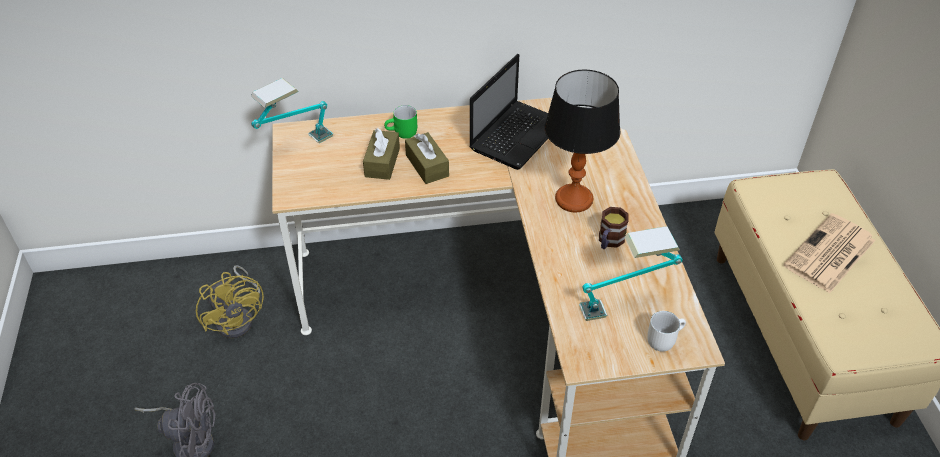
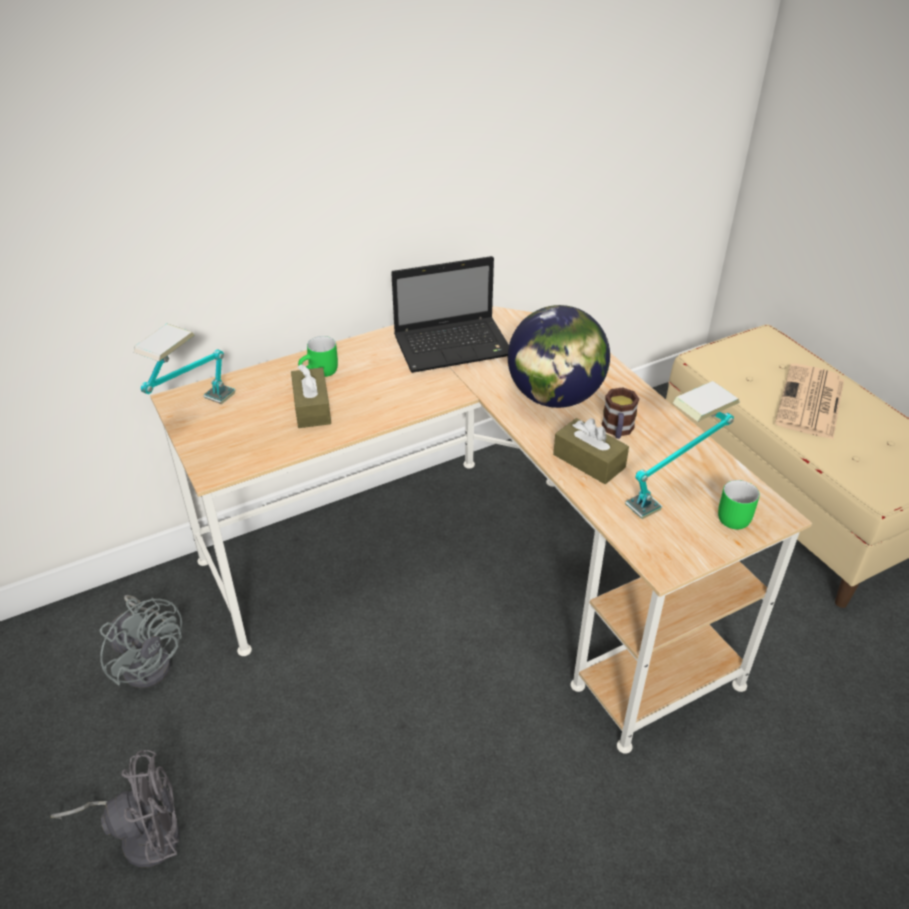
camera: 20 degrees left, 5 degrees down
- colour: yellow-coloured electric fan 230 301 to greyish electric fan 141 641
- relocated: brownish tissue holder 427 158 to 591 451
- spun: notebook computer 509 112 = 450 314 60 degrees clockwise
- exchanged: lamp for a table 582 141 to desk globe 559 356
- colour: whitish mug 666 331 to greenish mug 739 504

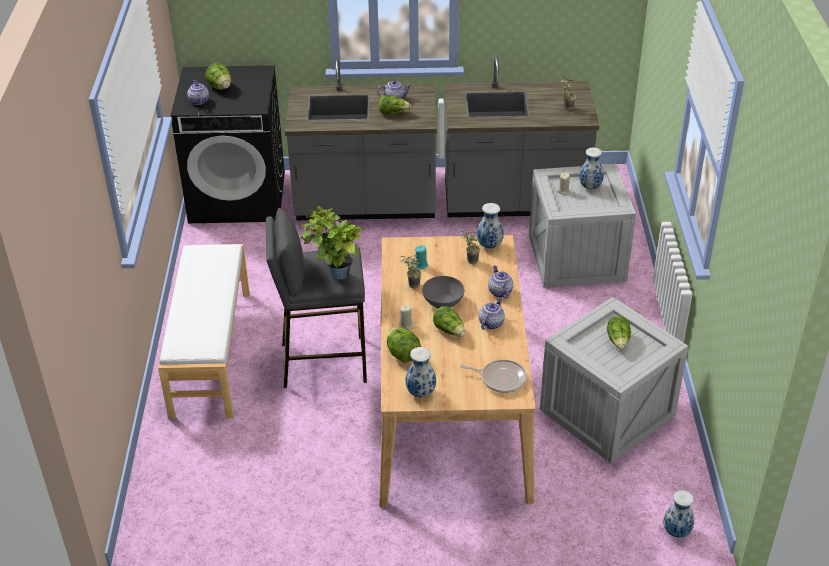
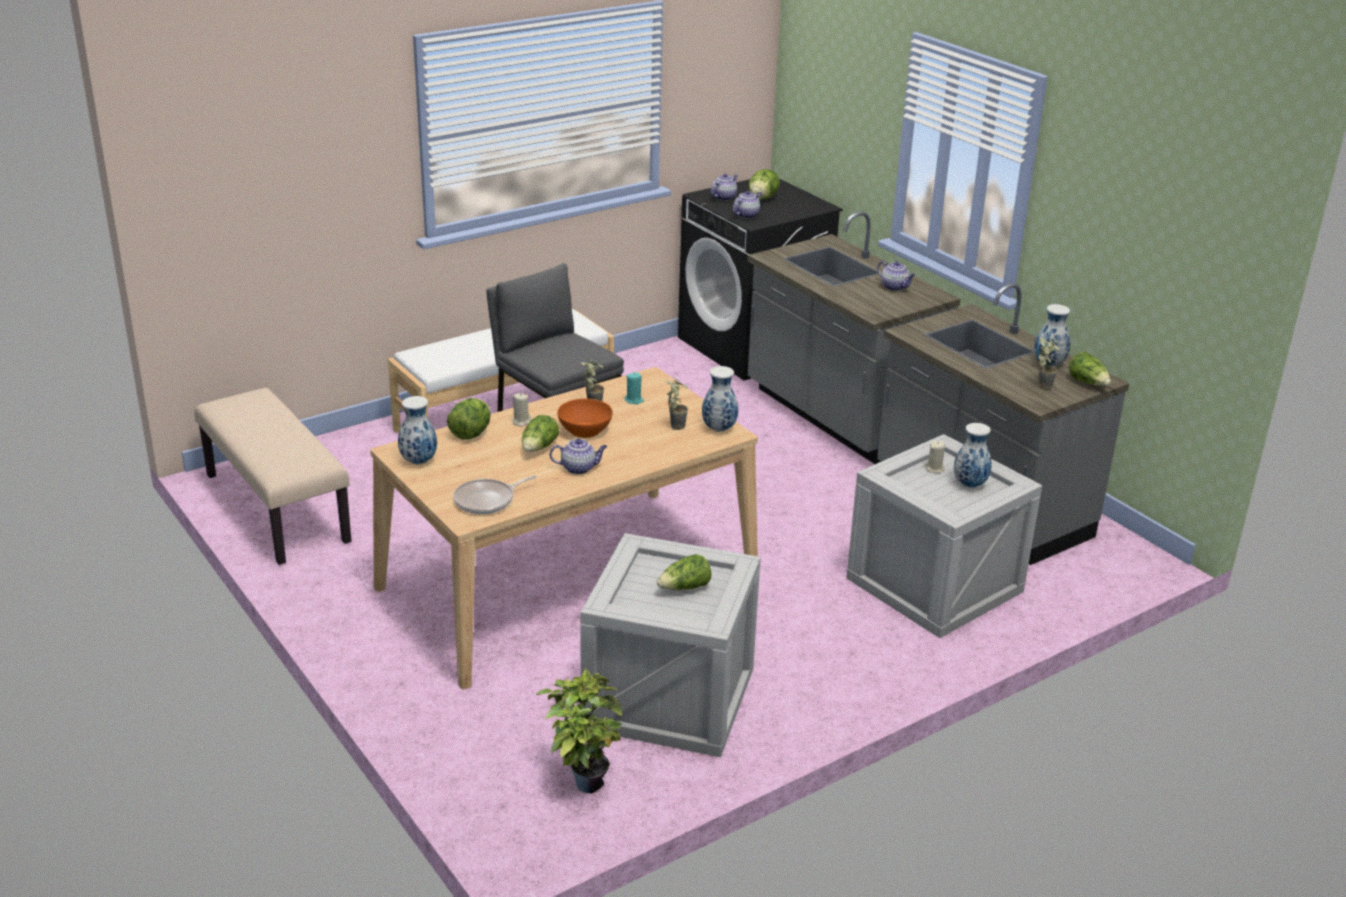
camera: 55 degrees right, 10 degrees down
- relocated: potted plant 331 243 to 579 730
- relocated: lettuce 395 104 to 1090 369
- colour: greyish deep dish 443 292 to orangey deep dish 585 418
- spun: pan 493 376 = 495 494 75 degrees clockwise
- relocated: pot for tea 501 282 to 747 205
- relocated: vase 678 514 to 1052 335
- appeared: beige bench 272 476

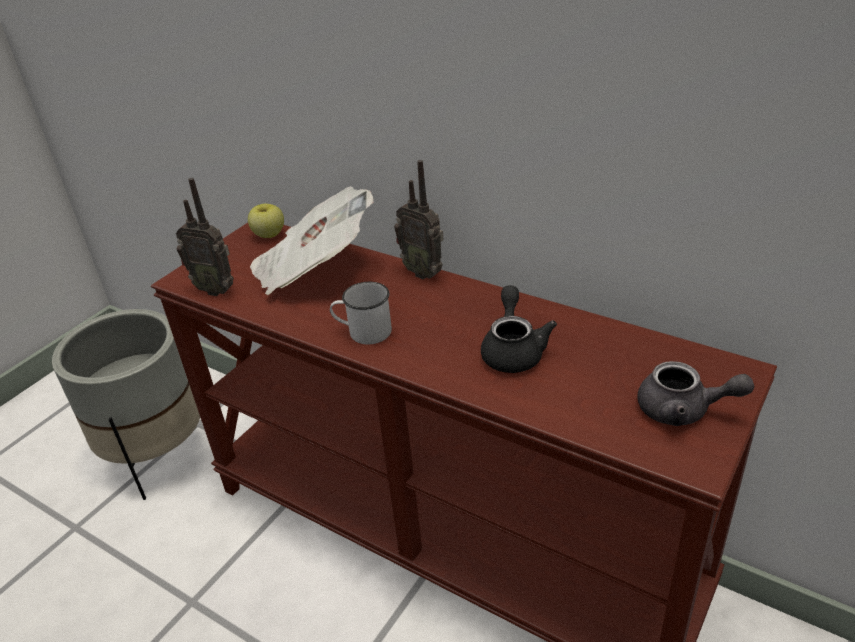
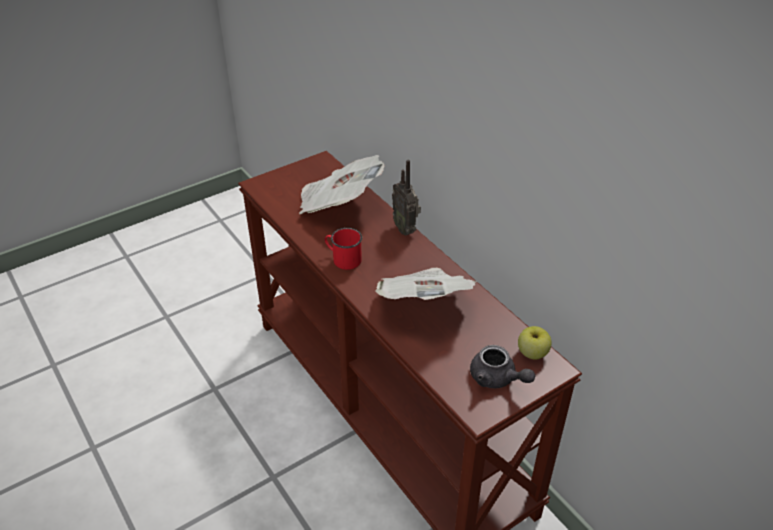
camera: 20 degrees right, 5 degrees up
- missing: greyish plant pot 126 404
- missing: radio receiver 205 237
- relocated: apple 266 221 to 535 343
- colour: whitish mug 361 313 to reddish mug 343 249
- exchanged: black-coloured pot for tea 519 329 to daily paper 425 284

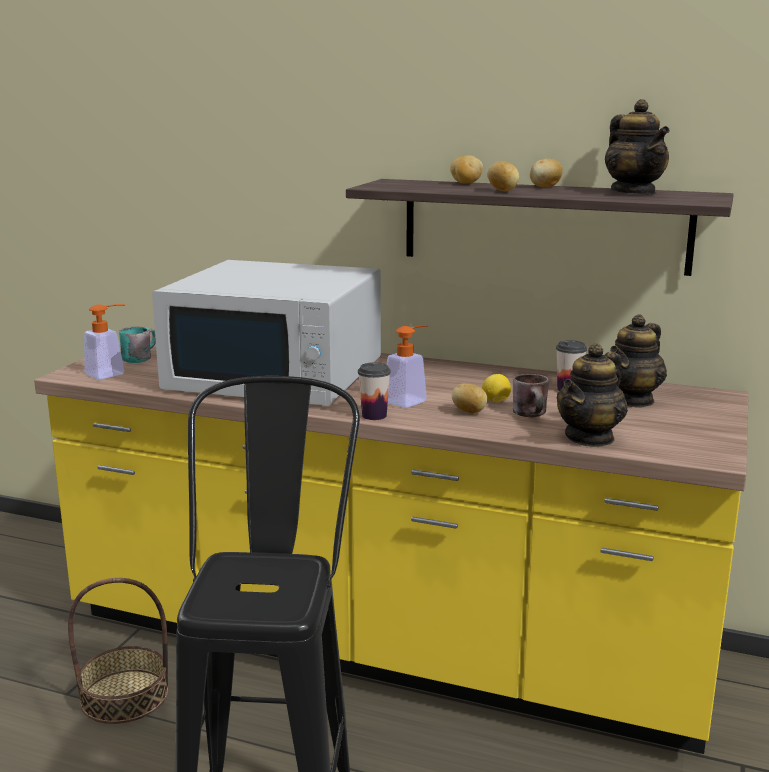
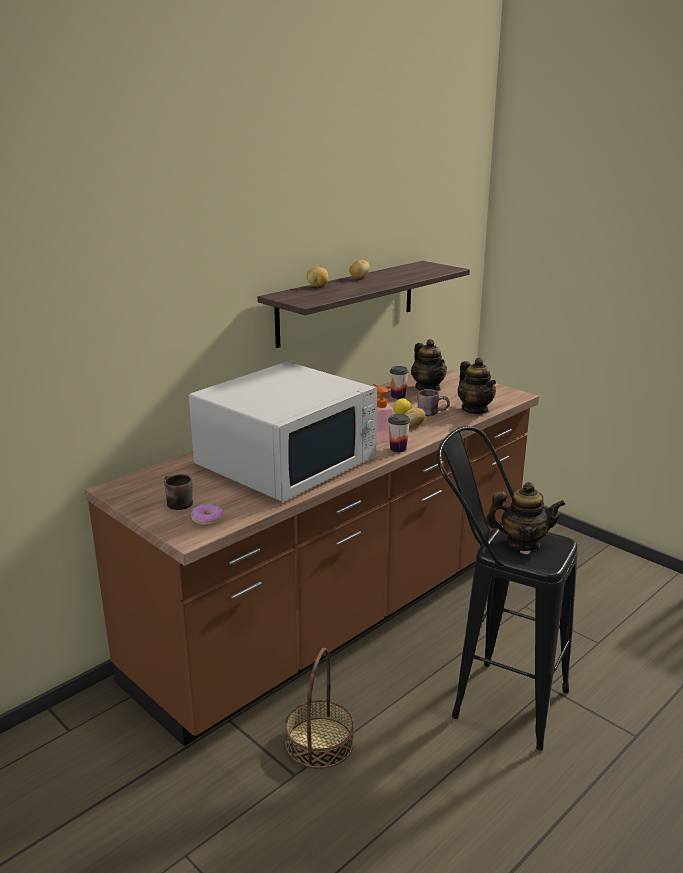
camera: 65 degrees left, 5 degrees up
- colour: yellow-coloured counter 391 541 to brownish counter 311 557
- exchanged: soap bottle 104 342 to doughnut 207 514
- colour: blue-green mug 137 345 to brownish mug 178 492
- missing: spud 503 176
- relocated: pot for tea 637 147 to 526 516

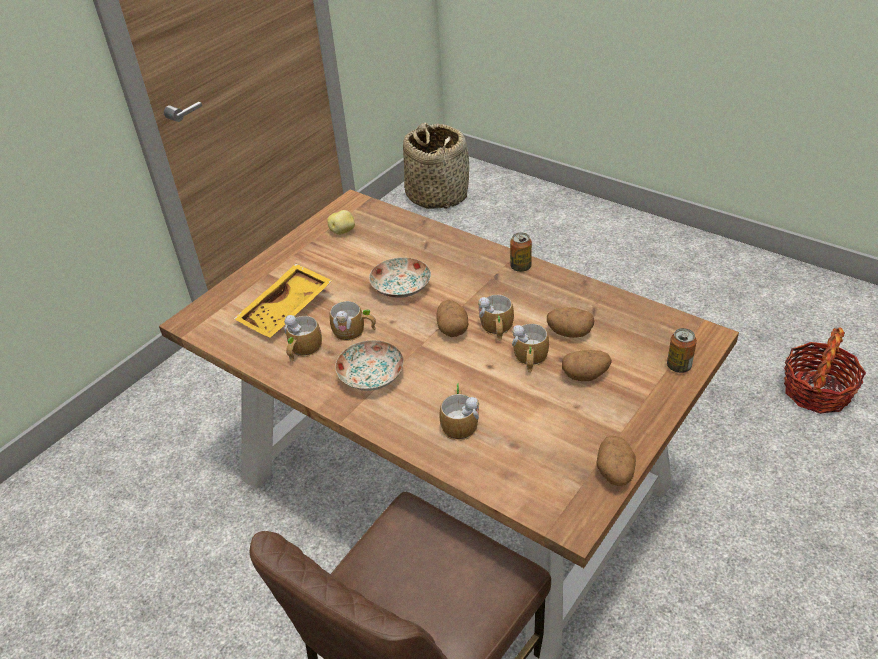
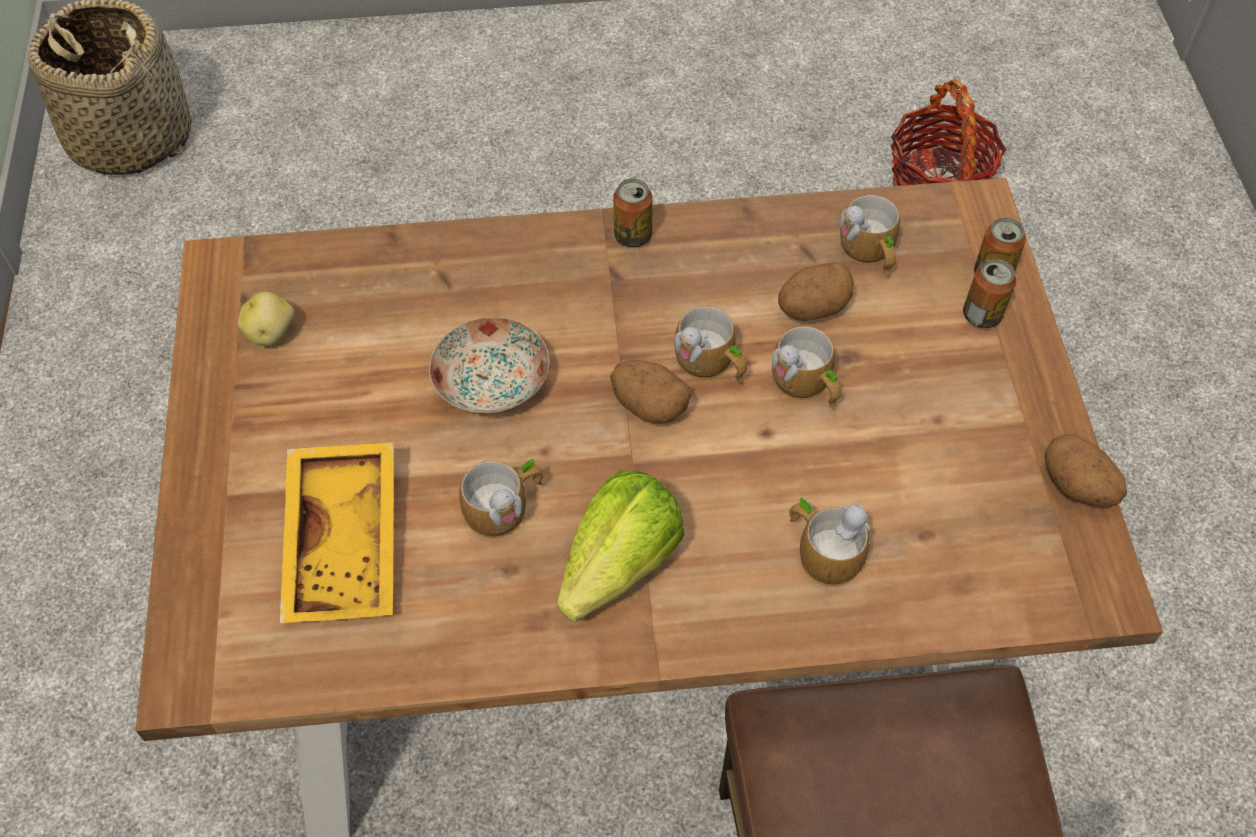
camera: 45 degrees left, 15 degrees up
- relocated: mug 303 338 to 870 235
- exchanged: flat dish 369 365 to lettuce 620 546
- missing: spud 587 365
- appeared: can 989 293

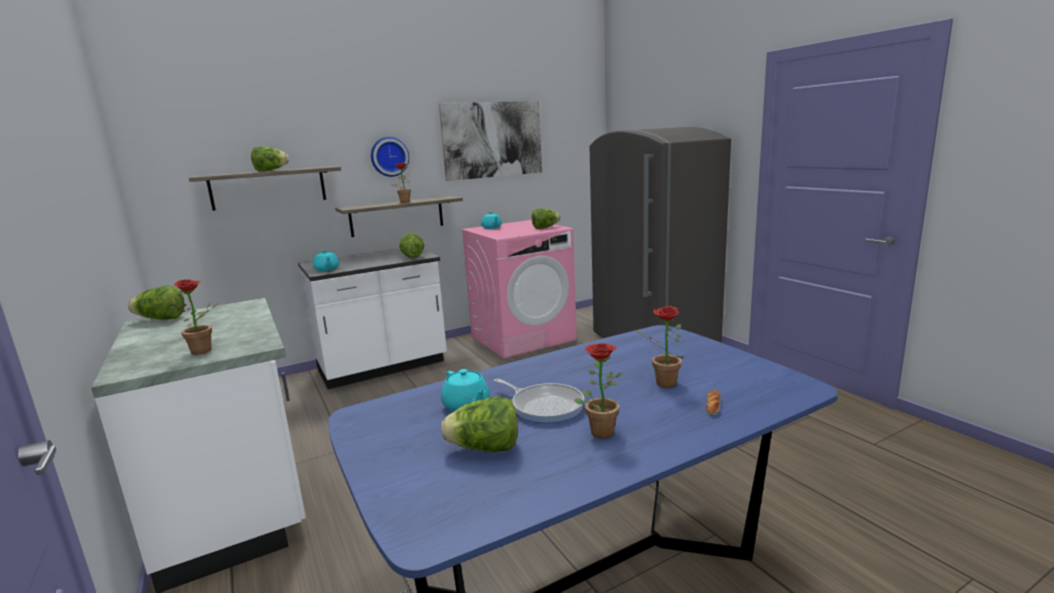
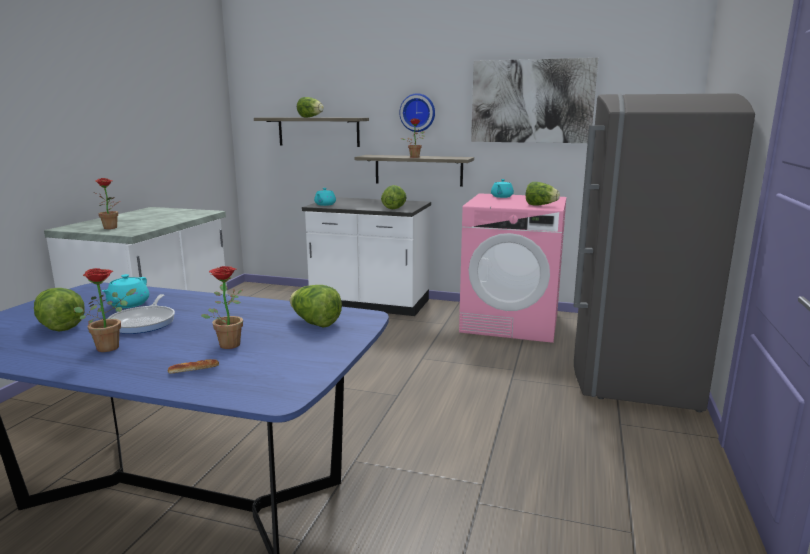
camera: 45 degrees right, 0 degrees up
- relocated: lettuce 156 303 to 316 306

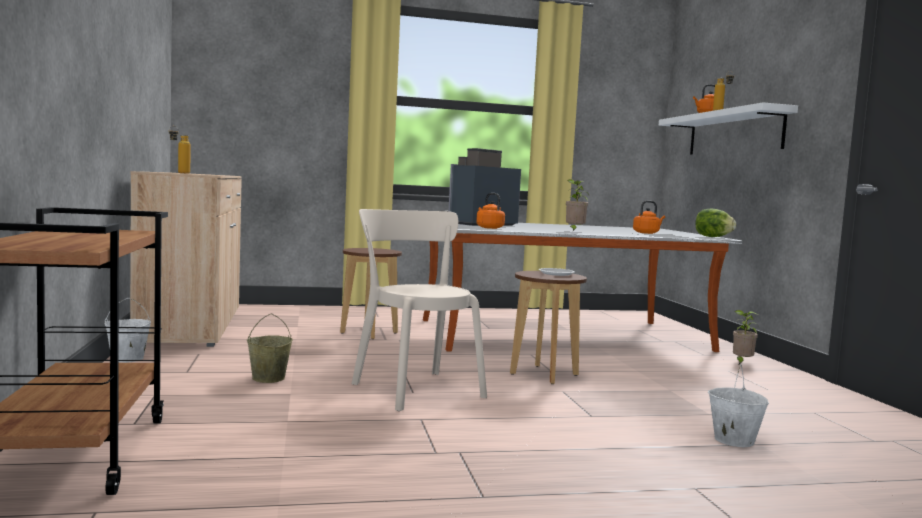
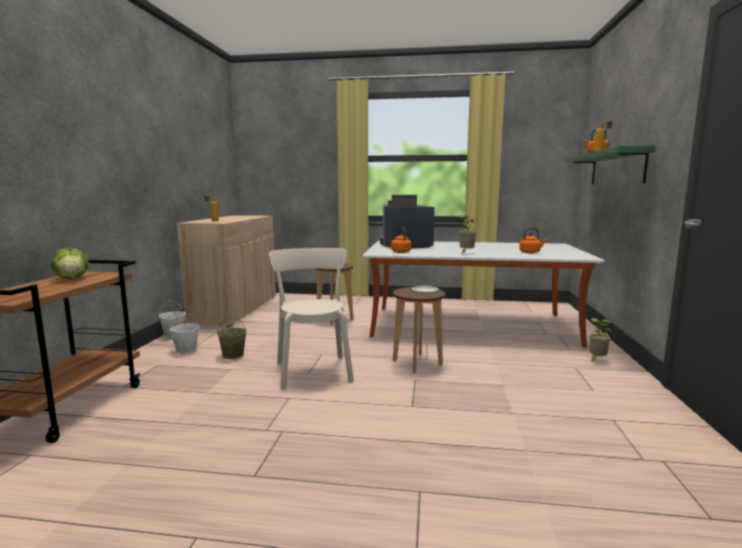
camera: 20 degrees right, 5 degrees up
- colour: whitish bracket shelf 728 128 to greenish bracket shelf 611 165
- relocated: lettuce 716 223 to 70 263
- relocated: whitish bucket 738 405 to 184 332

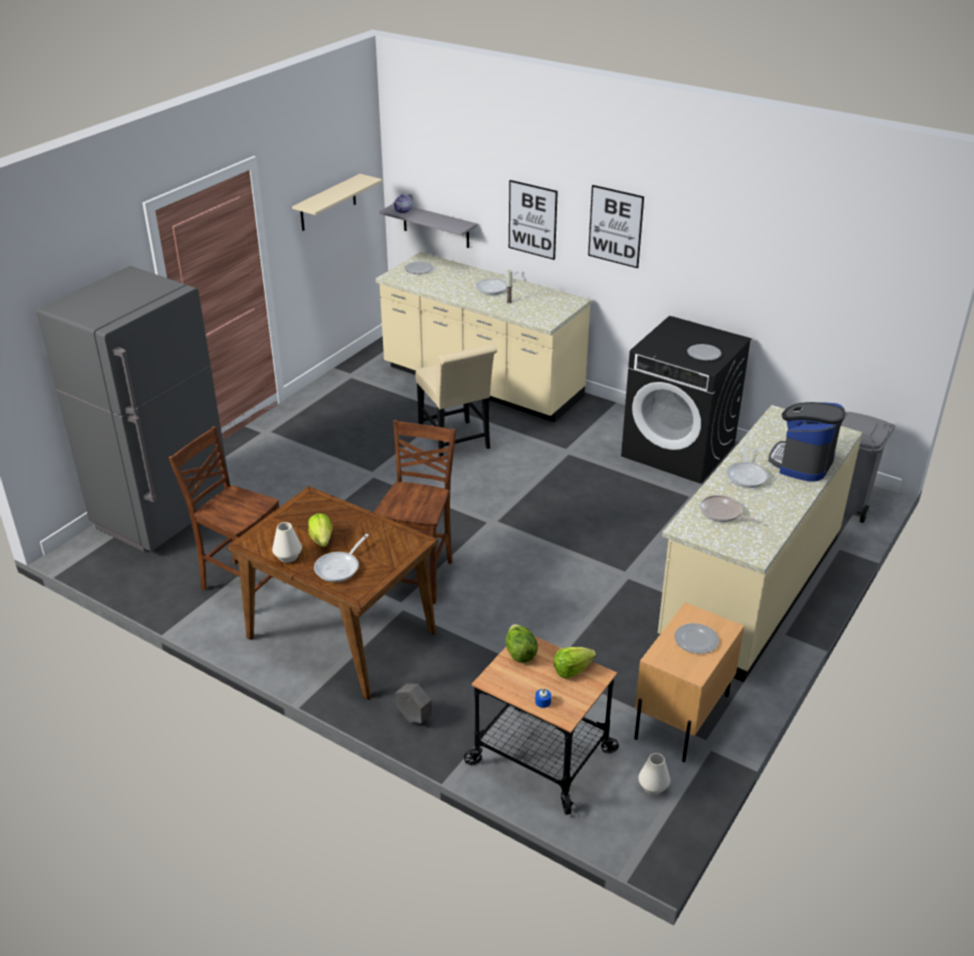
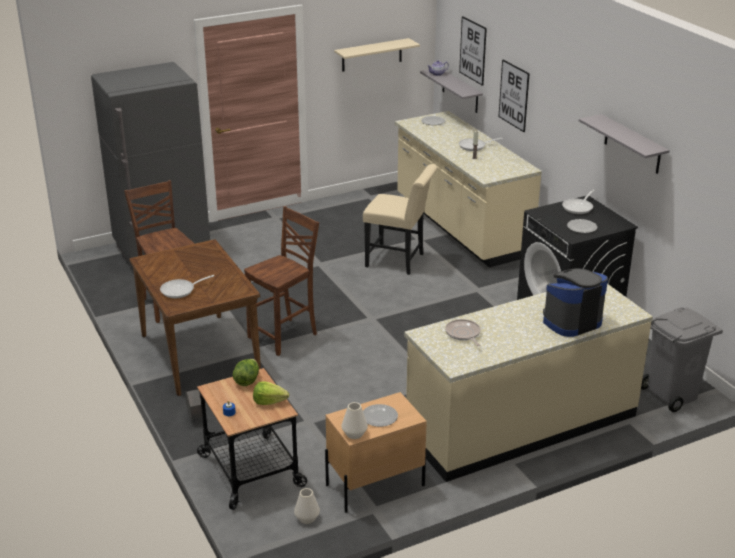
camera: 30 degrees right, 5 degrees down
- relocated: whitish vase 287 542 to 354 420
- missing: lettuce 320 530
- spun: beige plain chair 456 400 = 400 219 75 degrees counterclockwise
- relocated: wall art 616 226 to 473 51
- relocated: pan 747 465 to 578 201
- appeared: greyish bracket shelf 624 144

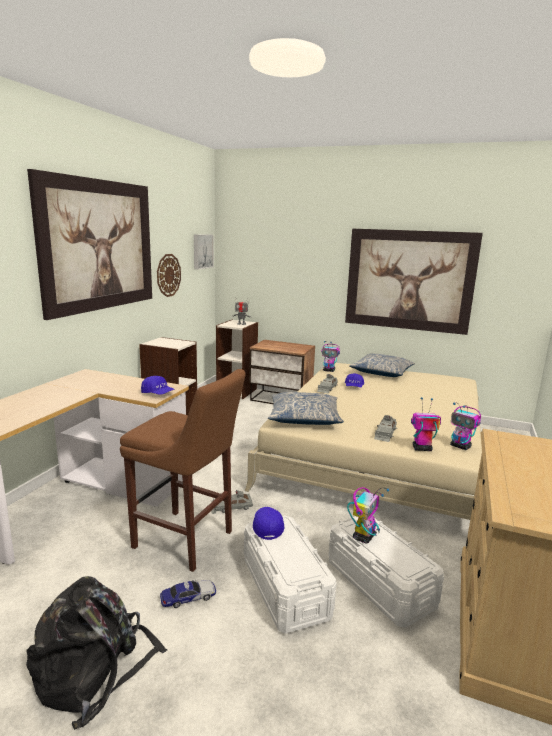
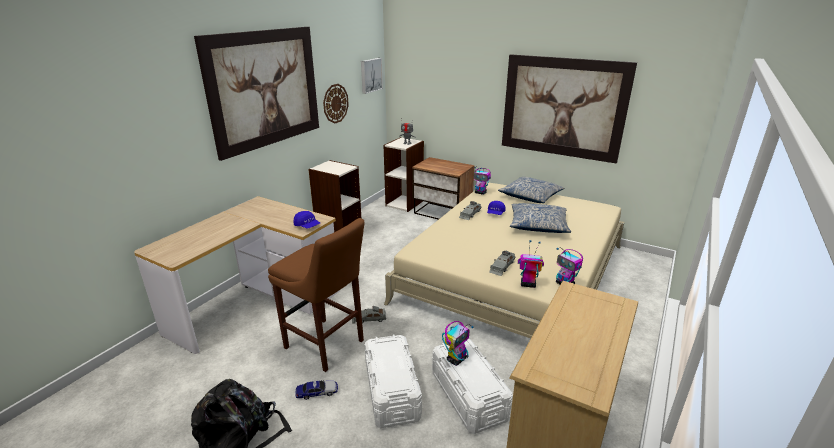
camera: 10 degrees right, 10 degrees up
- missing: blue-coloured baseball cap 269 523
- relocated: cushion 306 408 to 540 218

